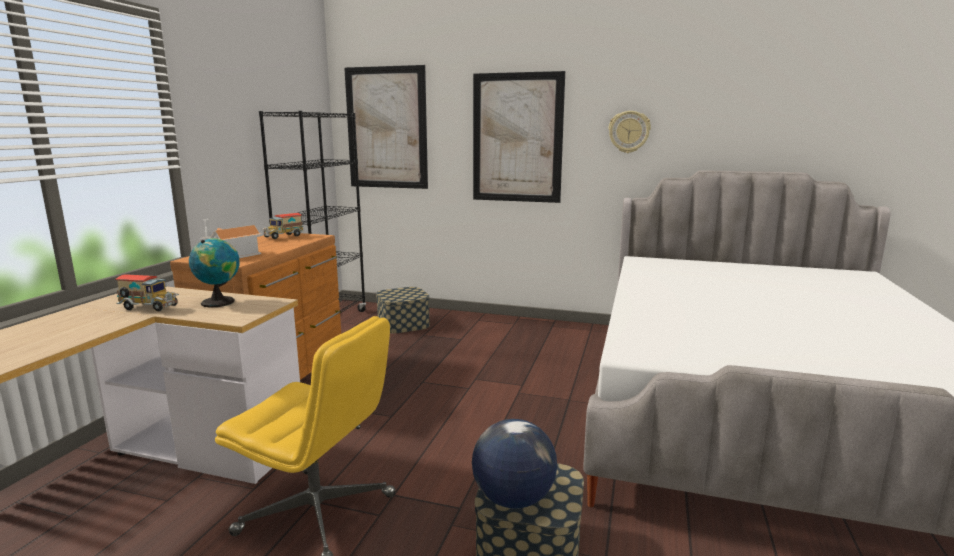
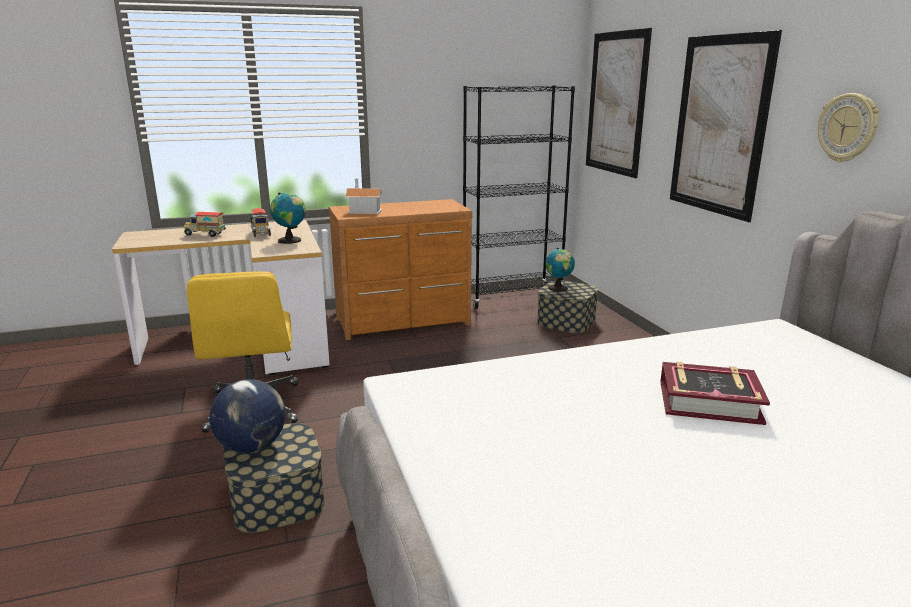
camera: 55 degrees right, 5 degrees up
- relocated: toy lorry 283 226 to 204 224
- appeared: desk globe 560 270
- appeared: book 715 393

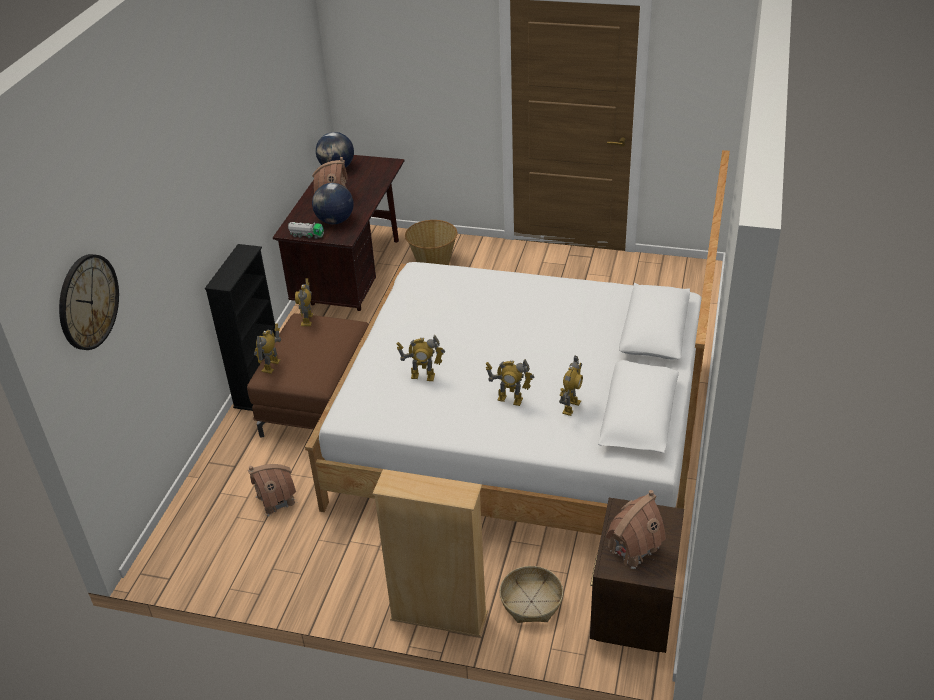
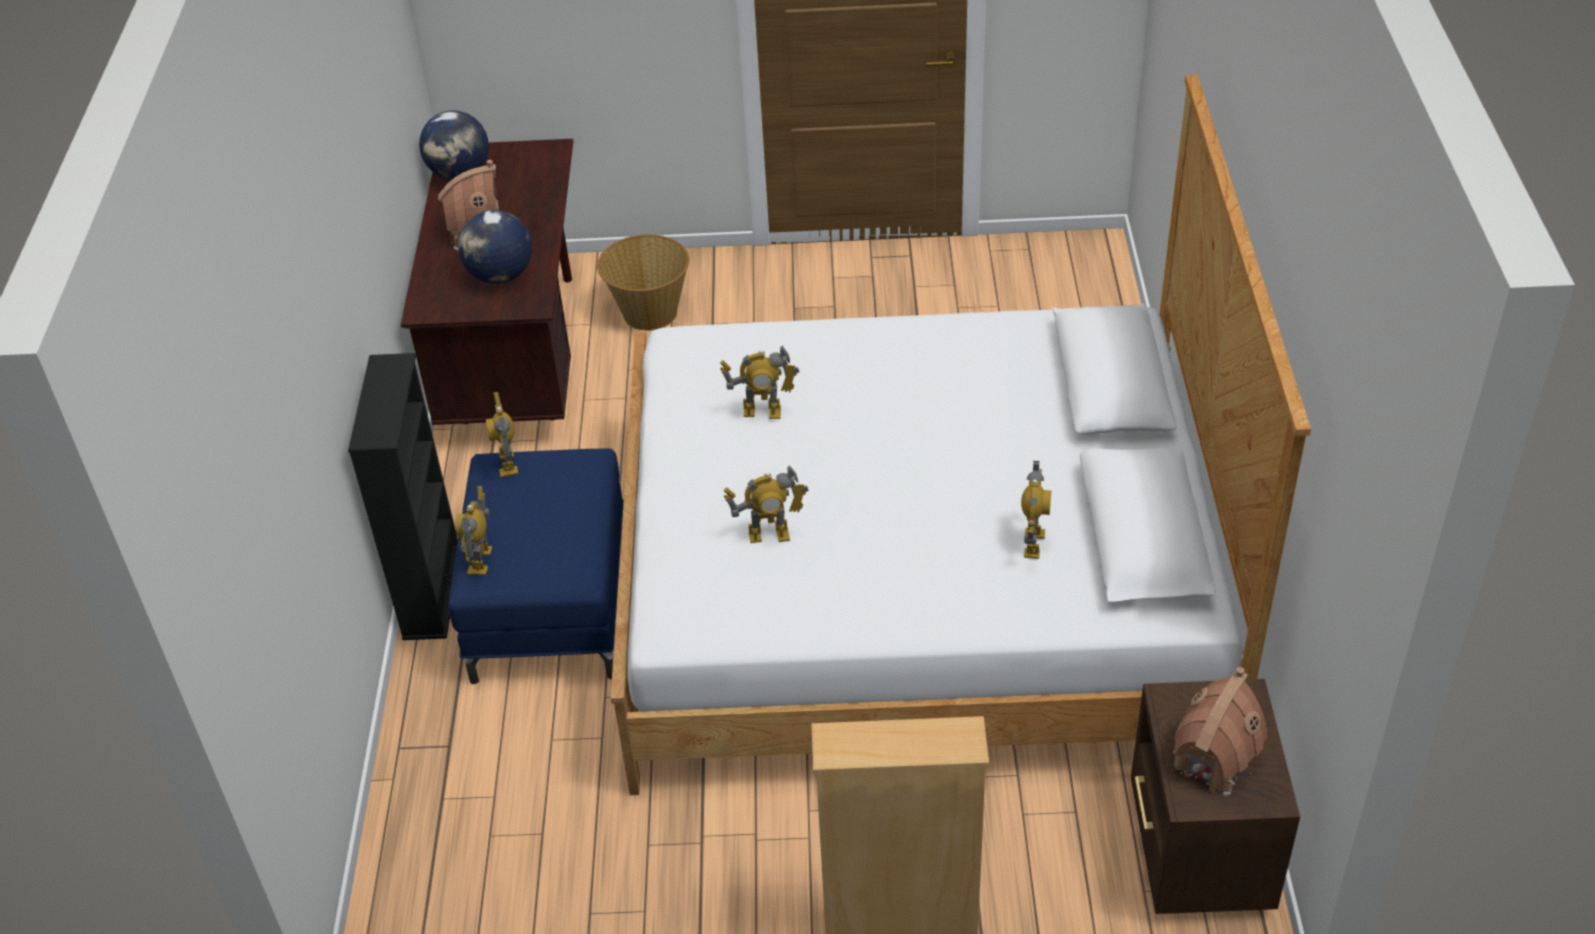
camera: 15 degrees left, 5 degrees up
- missing: wall clock 89 302
- colour: brownish ottoman 308 375 to blue-coloured ottoman 536 566
- missing: miniature house 272 490
- missing: toy lorry 306 230
- relocated: model robot 510 382 to 759 382
- missing: household basket 531 594

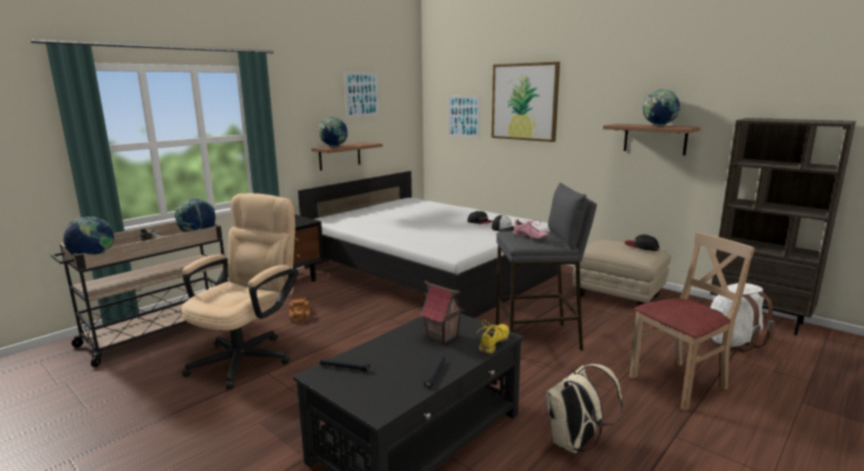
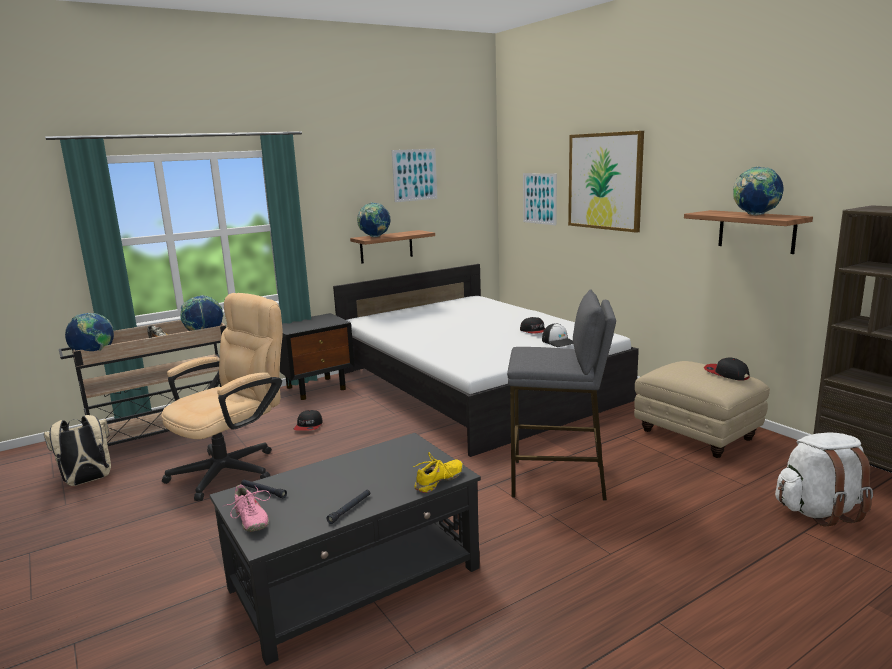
camera: 15 degrees right, 0 degrees up
- exchanged: toy lorry 299 309 to baseball cap 308 420
- missing: miniature house 442 313
- relocated: pinkish shoe 531 229 to 246 508
- relocated: beige backpack 584 409 to 77 450
- missing: beige plain chair 692 321

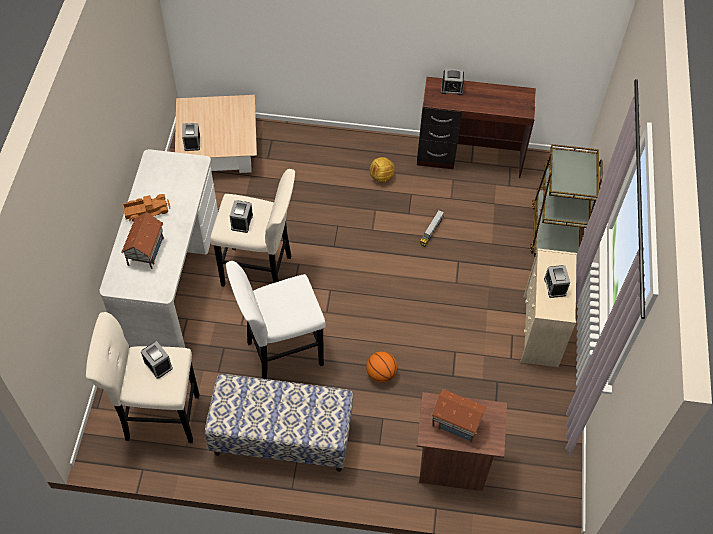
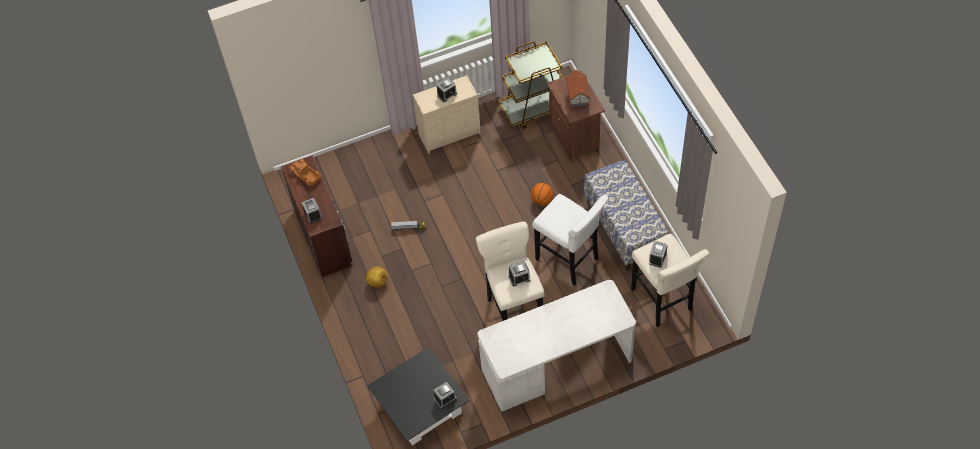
camera: 115 degrees left, 0 degrees up
- missing: miniature house 142 240
- relocated: toy lorry 146 208 to 305 172
- colour: beige coffee table 216 134 to black-coloured coffee table 418 396
- relocated: brownish cart 566 200 to 530 85

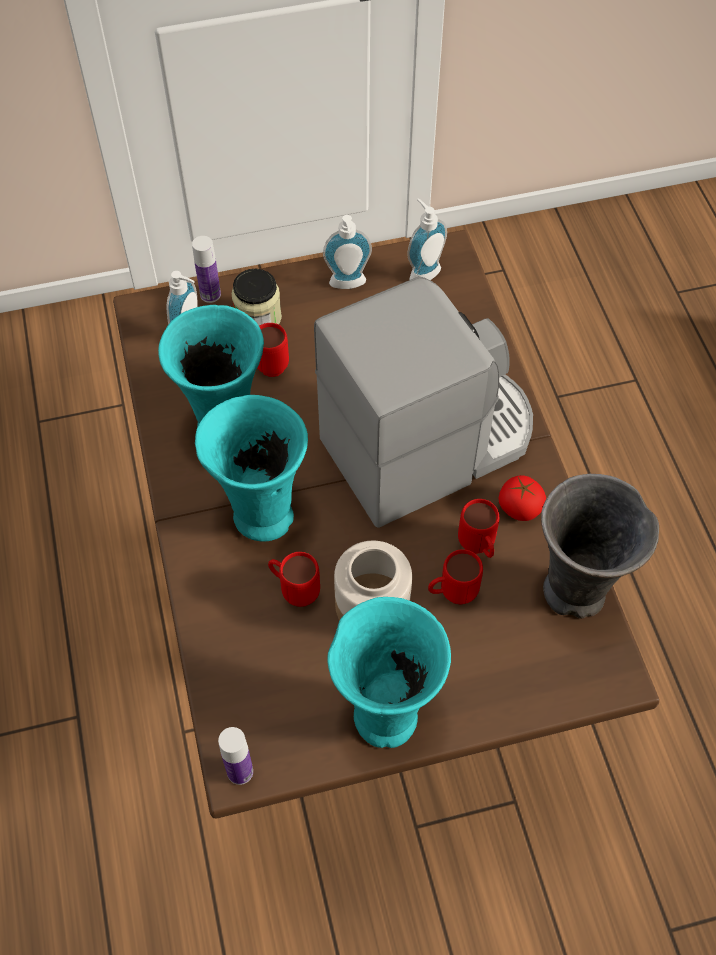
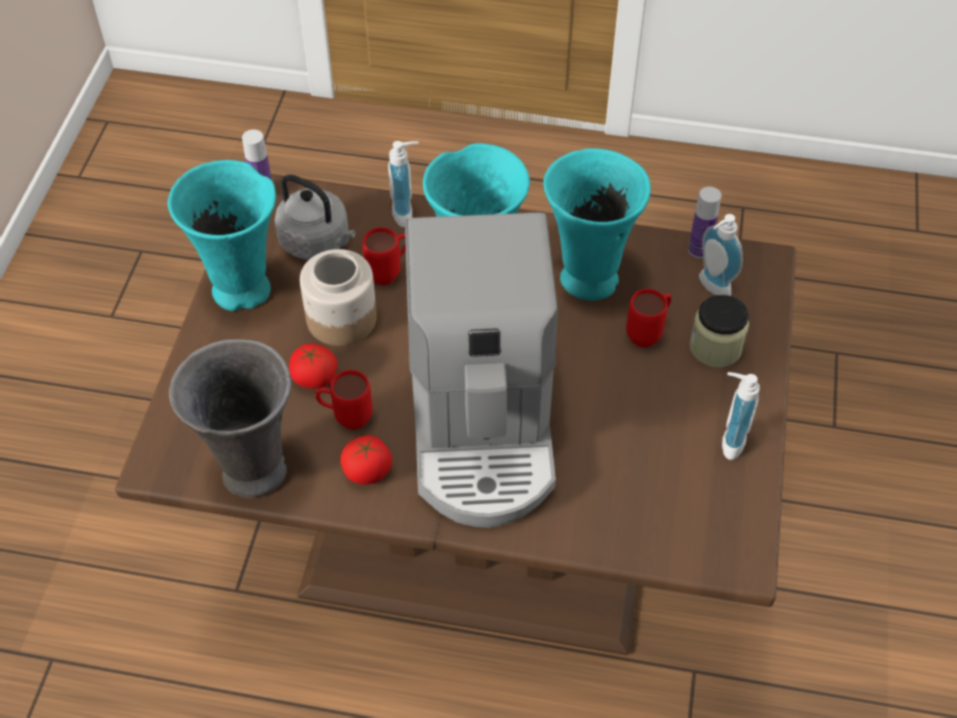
camera: 115 degrees right, 5 degrees down
- relocated: beverage bottle 206 269 to 704 222
- relocated: soap bottle 427 239 to 403 184
- exchanged: reddish mug 455 577 to tomato 313 366
- appeared: greyish tea kettle 315 216

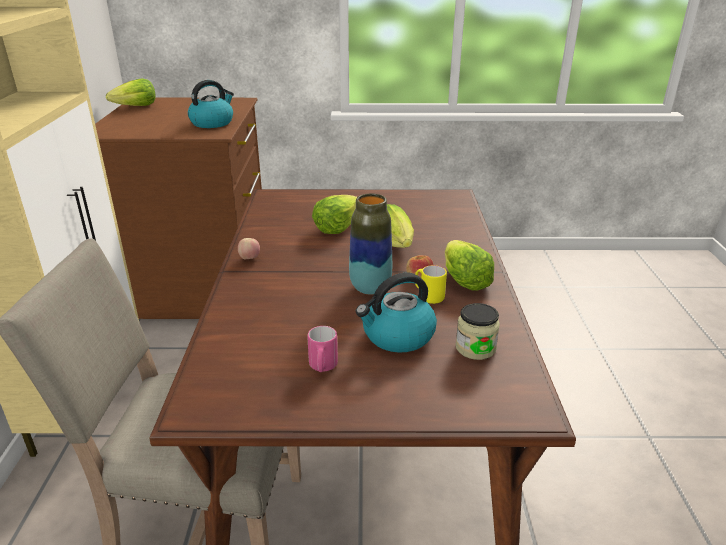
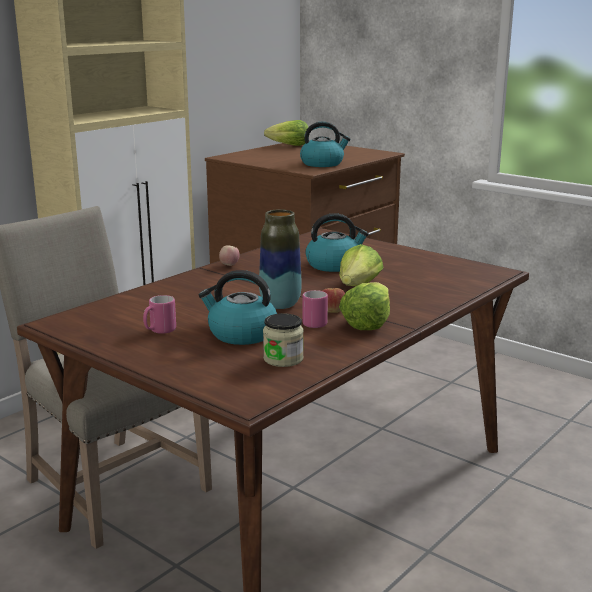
camera: 40 degrees right, 10 degrees down
- exchanged: lettuce 334 214 to tea kettle 337 242
- colour: yellow-coloured mug 431 284 to pinkish mug 315 309

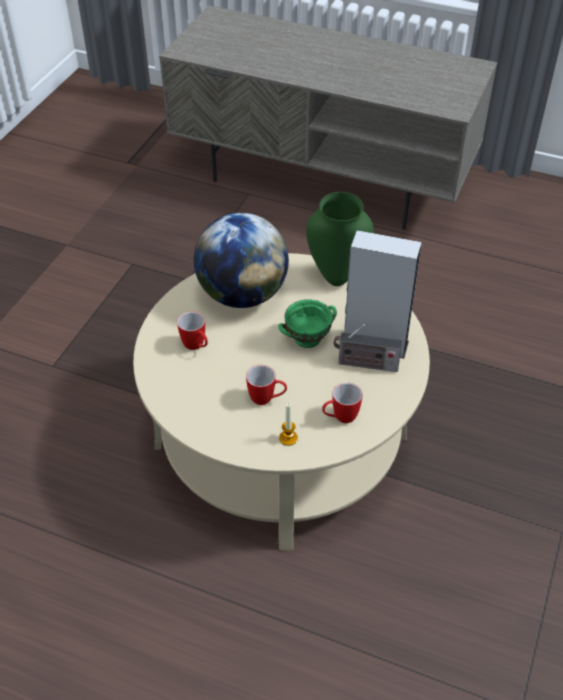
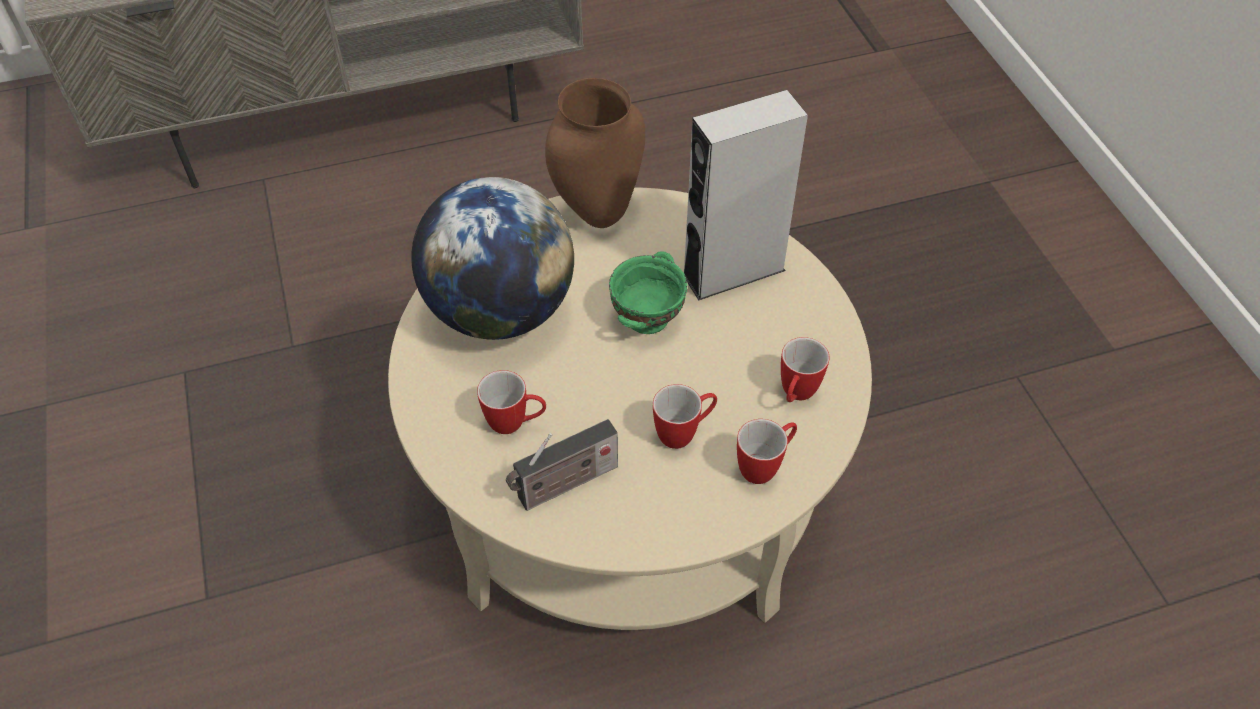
camera: 40 degrees left, 5 degrees up
- exchanged: candle 288 424 to mug 767 451
- colour: greenish vase 340 239 to brownish vase 595 153
- relocated: radio receiver 368 348 to 562 465

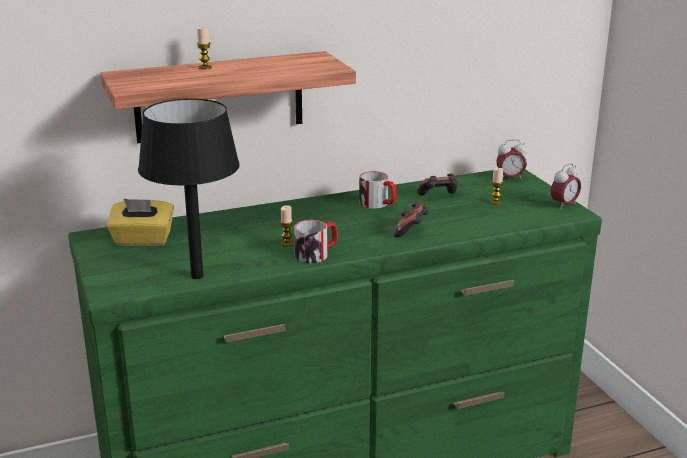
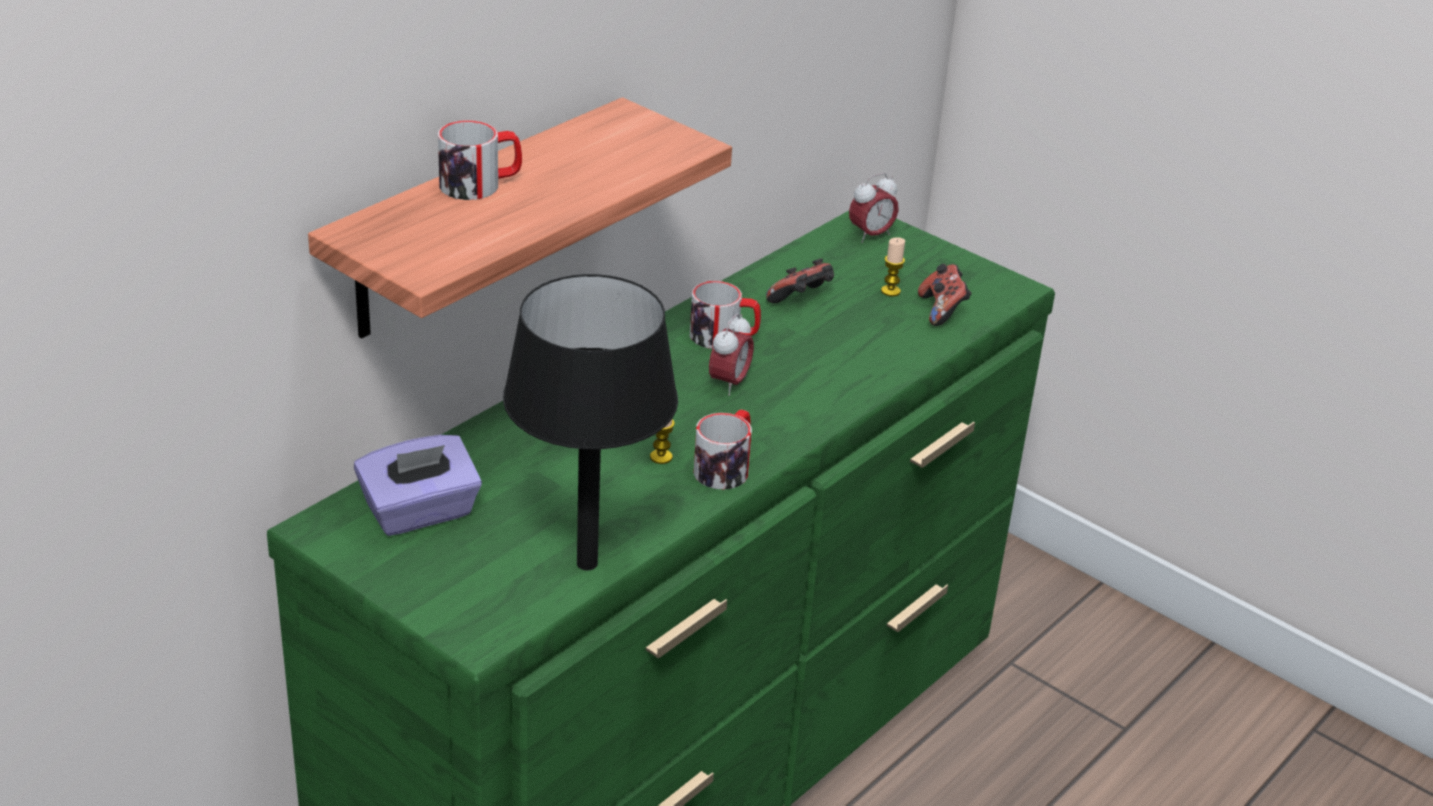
camera: 30 degrees left, 10 degrees up
- colour: yellow-coloured tissue holder 140 222 to purple tissue holder 418 485
- exchanged: candle 204 48 to mug 480 160
- relocated: joypad 411 219 to 945 295
- relocated: table clock 566 186 to 731 354

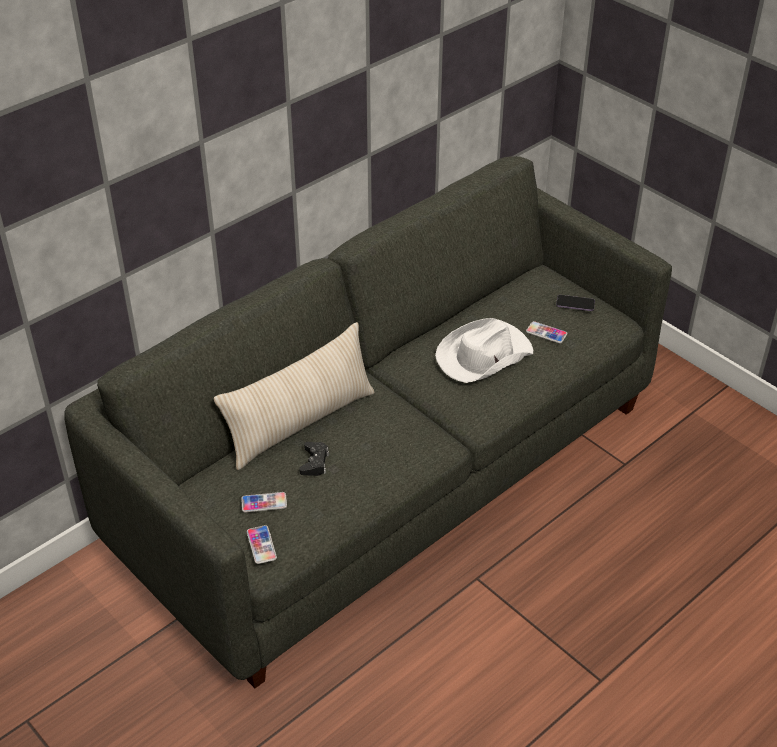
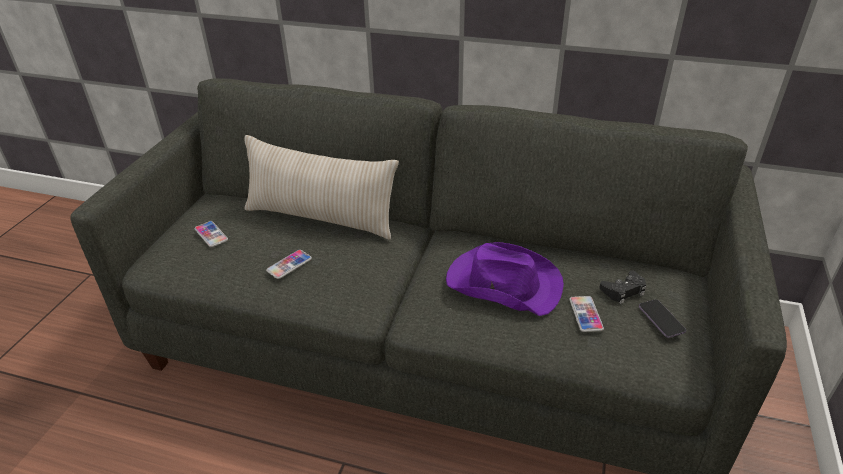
camera: 60 degrees right, 5 degrees down
- relocated: phone 262 544 to 289 264
- relocated: black-coloured joypad 314 459 to 623 287
- colour: whitish clothing hat 484 350 to purple clothing hat 505 279

